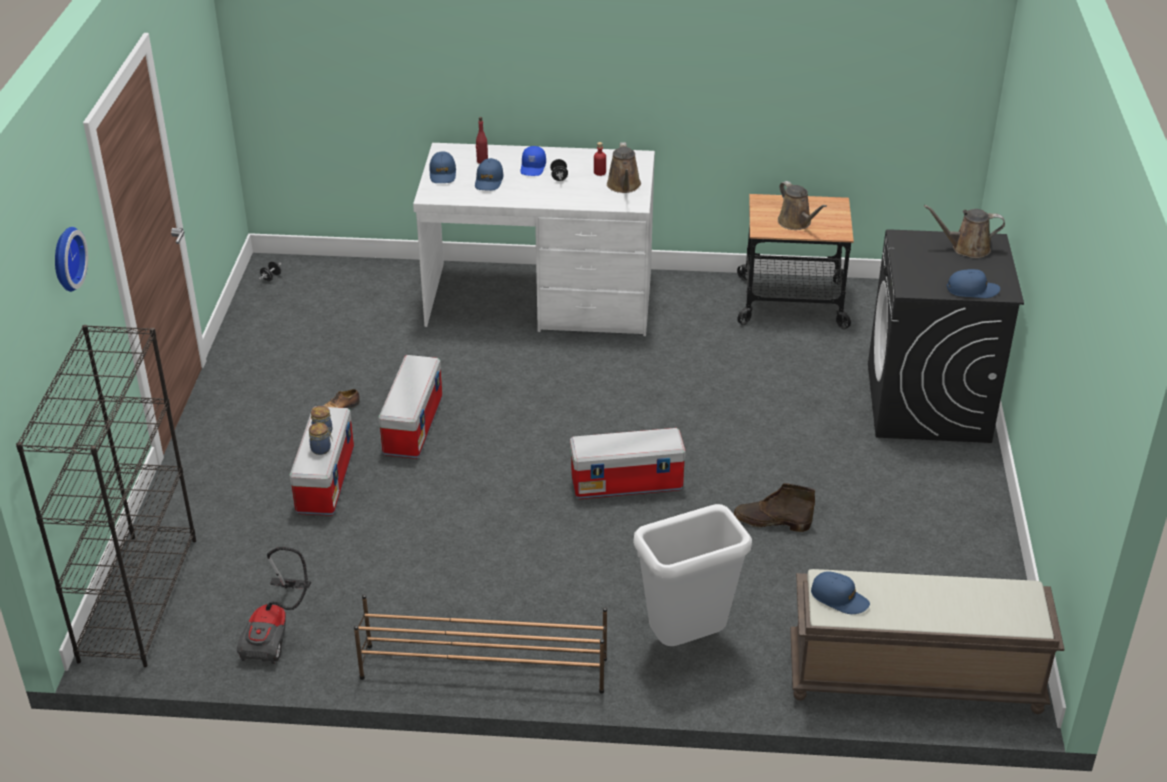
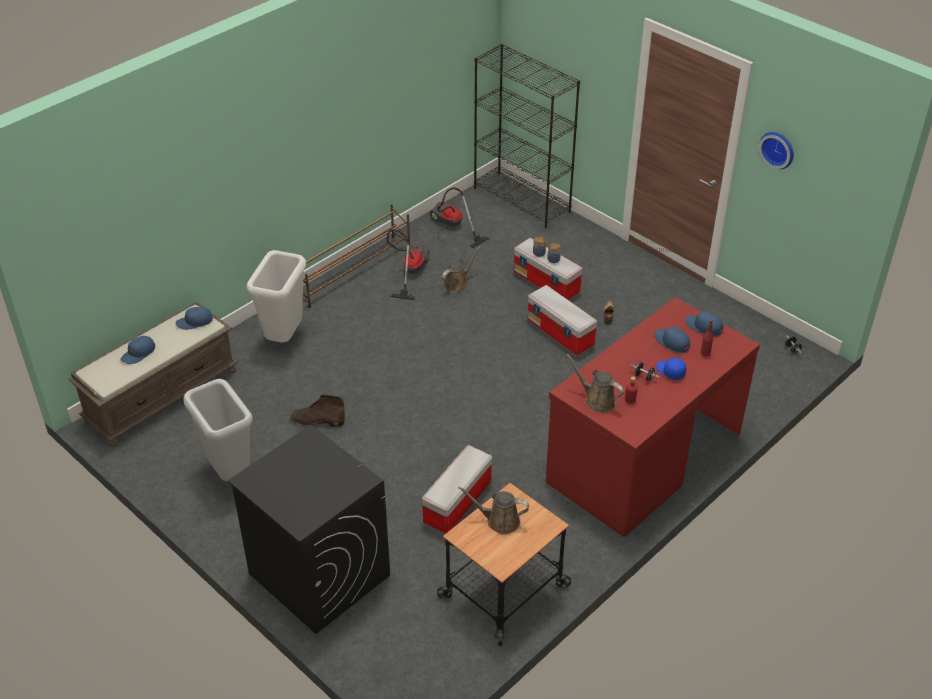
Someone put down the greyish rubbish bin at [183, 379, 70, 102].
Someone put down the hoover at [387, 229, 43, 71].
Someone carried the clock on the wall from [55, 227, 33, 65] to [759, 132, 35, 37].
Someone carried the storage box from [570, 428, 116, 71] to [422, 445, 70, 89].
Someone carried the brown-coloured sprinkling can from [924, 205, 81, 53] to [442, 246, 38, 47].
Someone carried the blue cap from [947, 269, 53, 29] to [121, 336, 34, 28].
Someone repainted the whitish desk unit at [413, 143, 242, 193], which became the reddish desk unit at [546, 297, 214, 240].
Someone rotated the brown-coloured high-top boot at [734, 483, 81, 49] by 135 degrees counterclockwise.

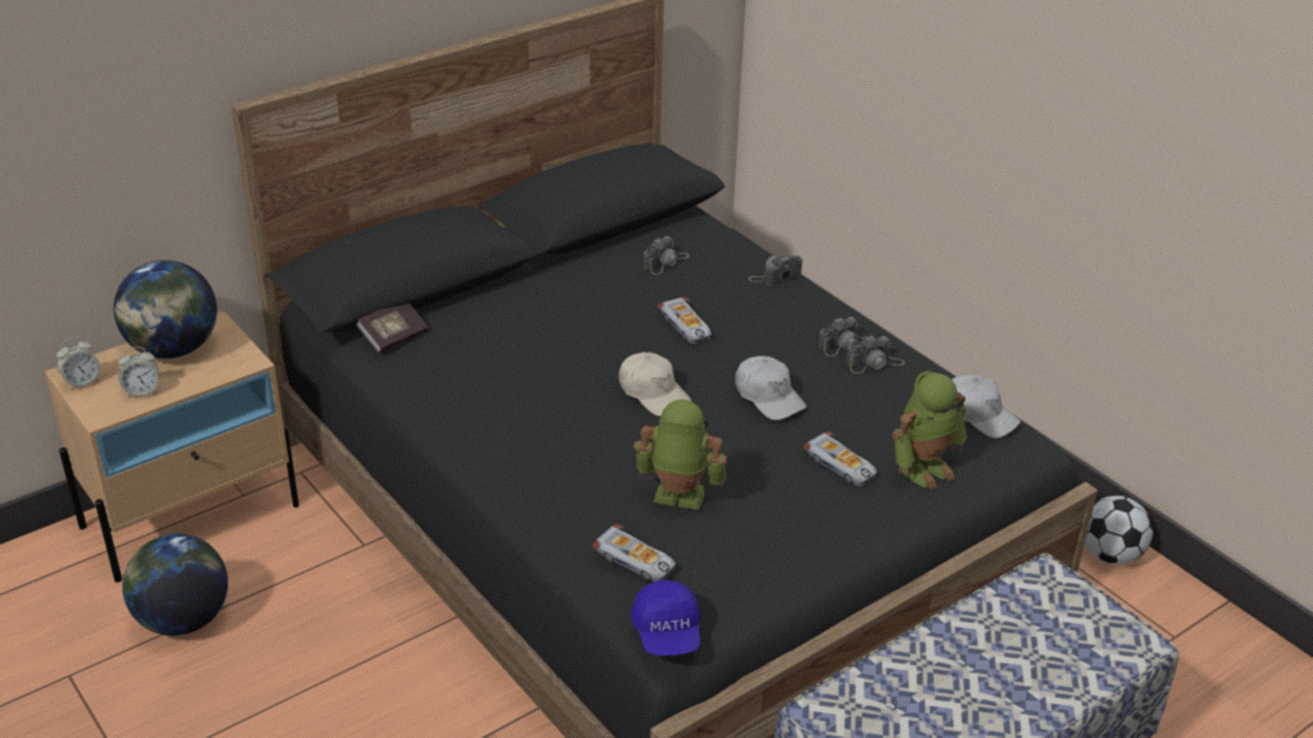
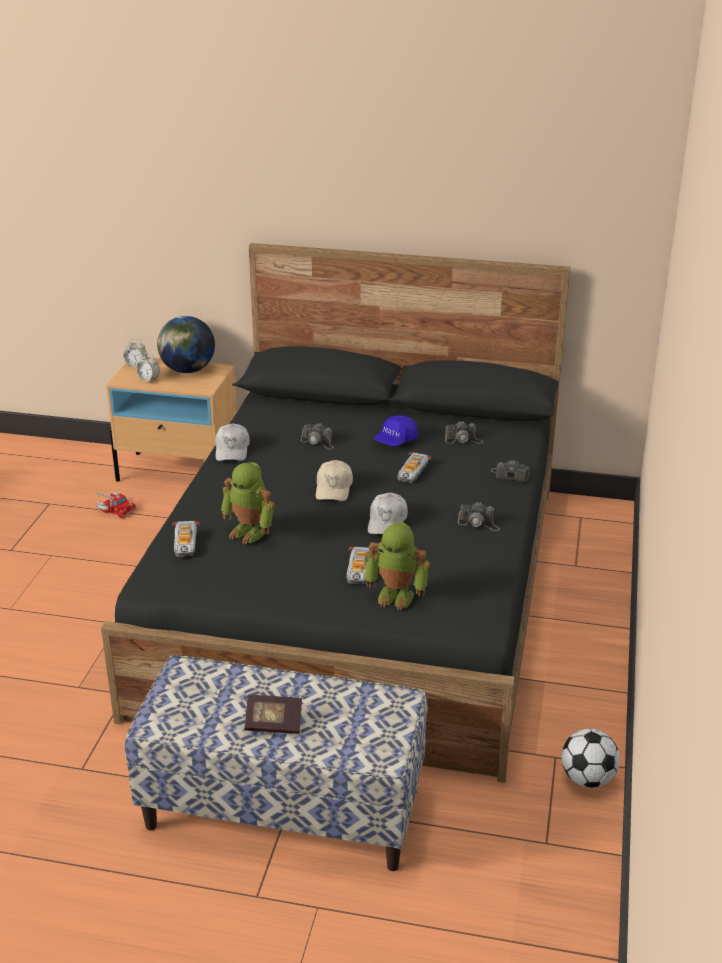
Someone carried the bound book from [356, 303, 72, 50] to [244, 695, 58, 39].
Someone carried the blue cap from [630, 580, 71, 76] to [374, 415, 44, 32].
Someone carried the photo camera from [846, 336, 59, 38] to [300, 423, 34, 26].
Someone carried the whitish cap from [951, 375, 70, 63] to [215, 424, 35, 37].
Someone swapped the world globe at [122, 534, 106, 102] for the toy lorry at [95, 491, 41, 27].
Someone rotated the model robot at [634, 399, 93, 111] by 150 degrees clockwise.

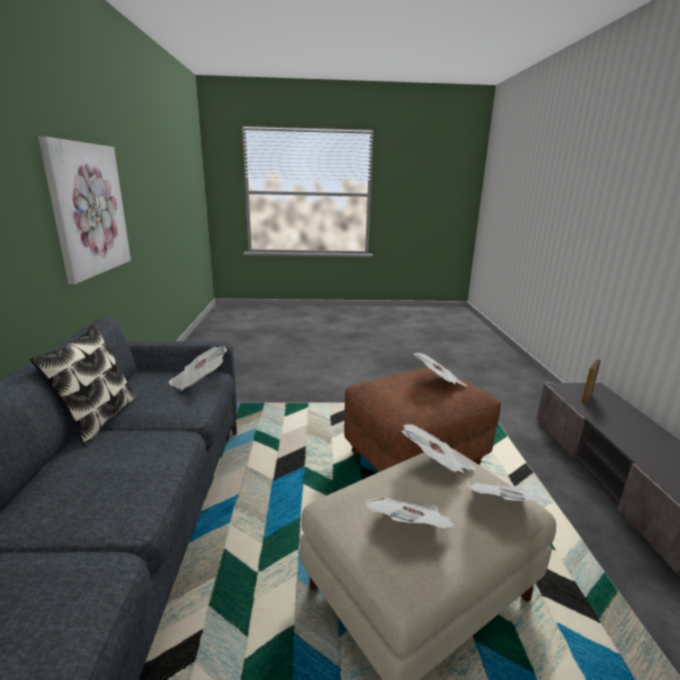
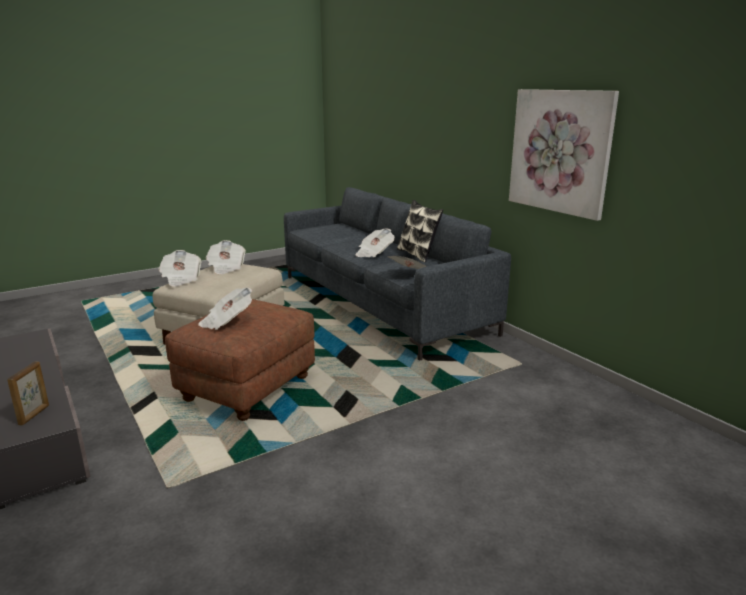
Someone carried the newspaper from [401, 424, 75, 49] to [355, 228, 40, 29].

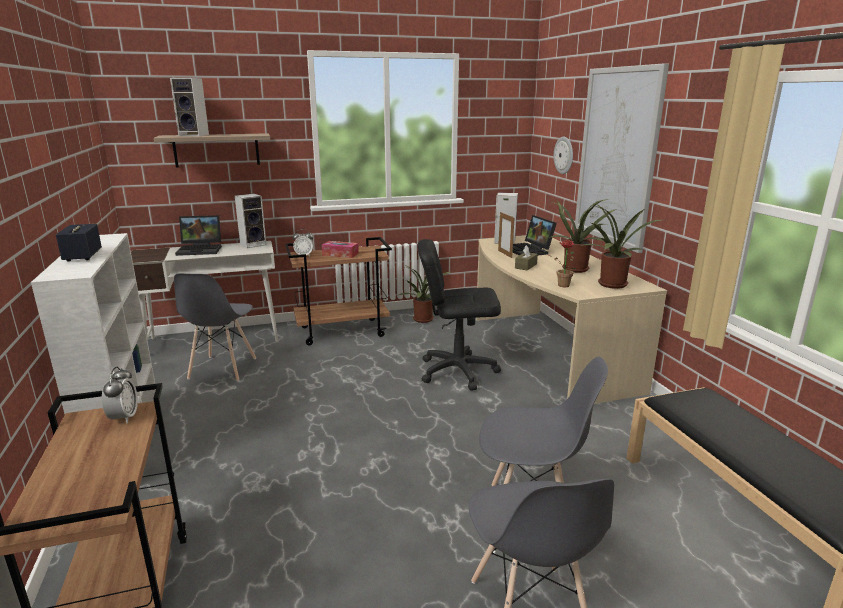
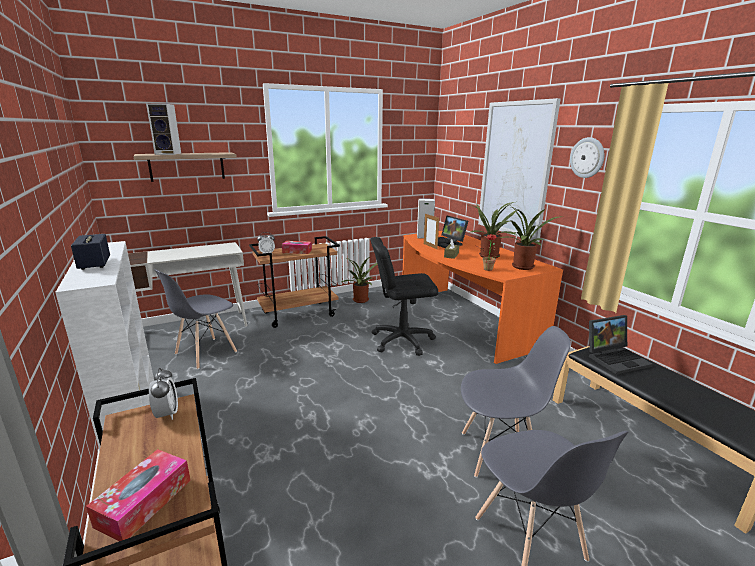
Someone took away the loudspeaker at [235, 194, 32, 54].
Someone put down the tissue box at [86, 449, 105, 92].
Someone carried the notebook computer from [175, 215, 47, 41] to [589, 315, 64, 60].
Someone carried the clock on the wall from [554, 137, 19, 37] to [570, 137, 35, 41].
Someone repainted the beige-coloured desk unit at [476, 236, 191, 168], which became the orange desk unit at [403, 231, 160, 133].
Someone rotated the greyish chair at [174, 273, 82, 108] by 45 degrees clockwise.

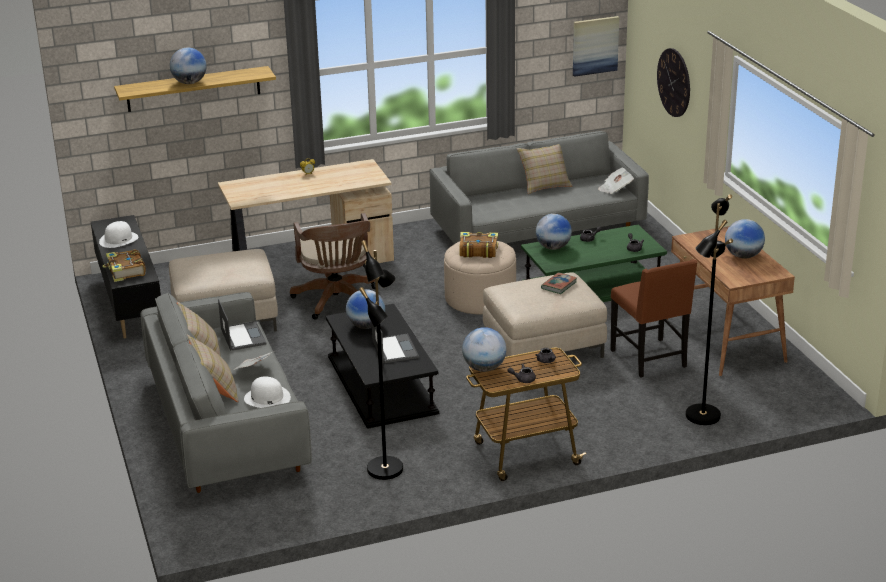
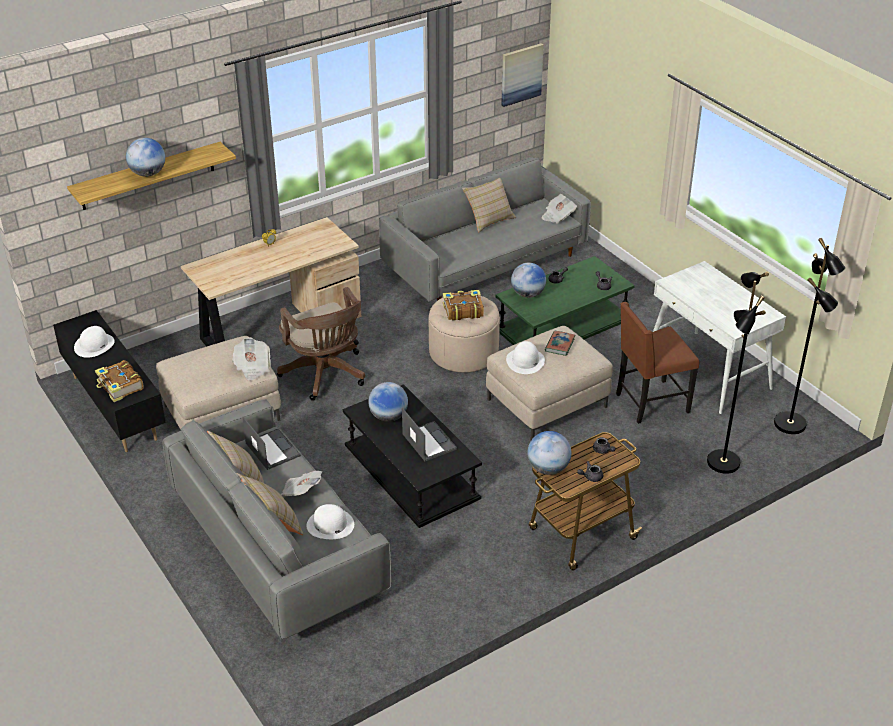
Someone took away the clock on the wall at [657, 48, 33, 69].
Someone took away the world globe at [725, 219, 40, 39].
Someone put down the newspaper at [232, 337, 39, 44].
Someone put down the whitish hat at [506, 341, 39, 33].
Someone carried the black standard lamp from [359, 240, 44, 240] to [774, 238, 71, 196].
Someone repainted the brown-coloured desk unit at [667, 226, 128, 151], which became the whitish desk unit at [653, 261, 133, 153].
Someone rotated the brown-coloured chair at [611, 259, 87, 119] by 105 degrees clockwise.

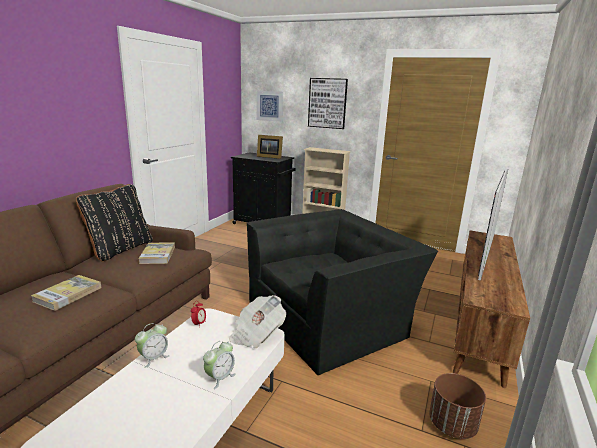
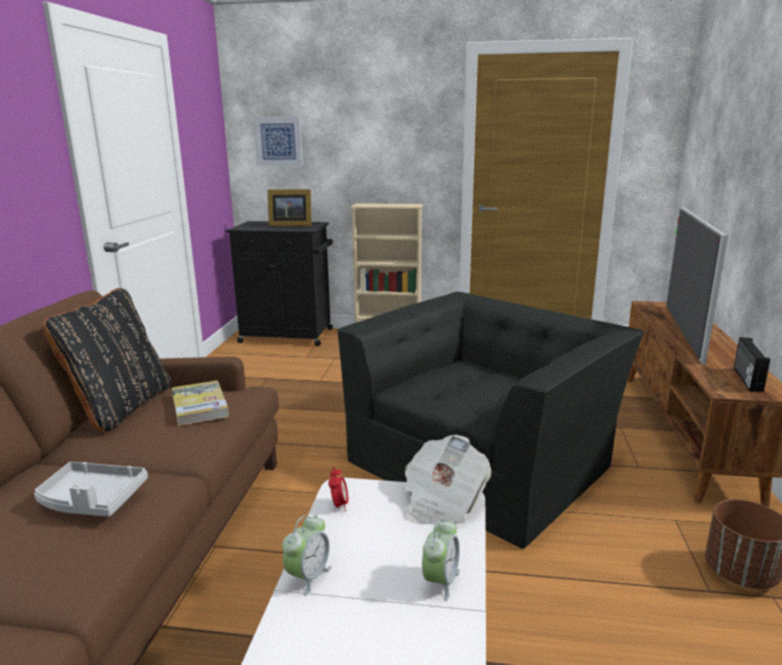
Someone took away the wall picture at [308, 78, 40, 51].
Someone put down the radio set at [734, 337, 36, 55].
Someone swapped the bound book at [31, 275, 70, 36] for the greyish tray at [34, 462, 114, 55].

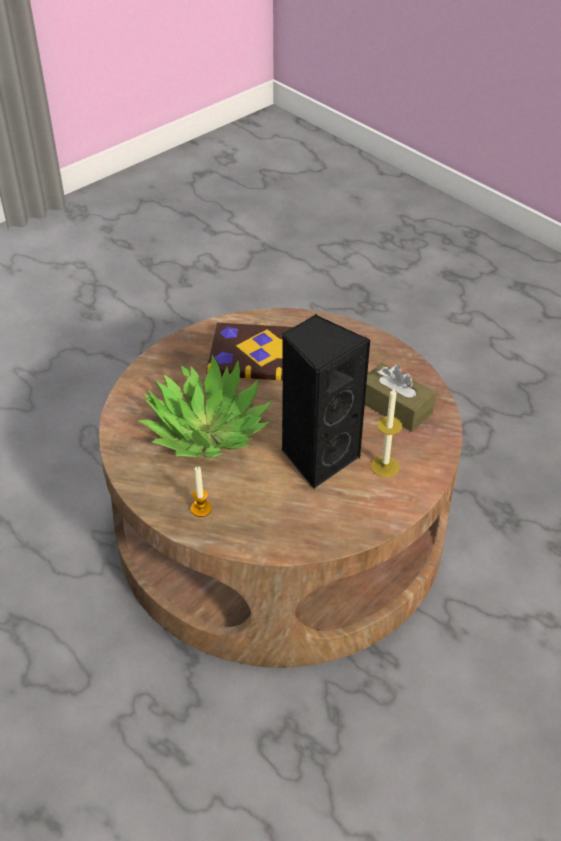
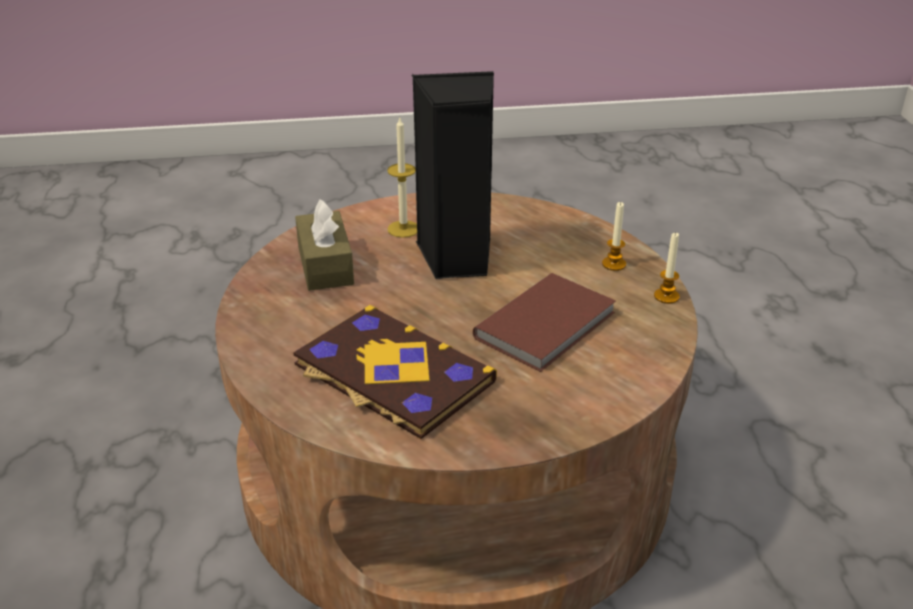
Someone put down the wax light at [654, 232, 26, 72].
Someone swapped the potted plant at [139, 355, 134, 103] for the brown-coloured bound book at [473, 273, 143, 99].

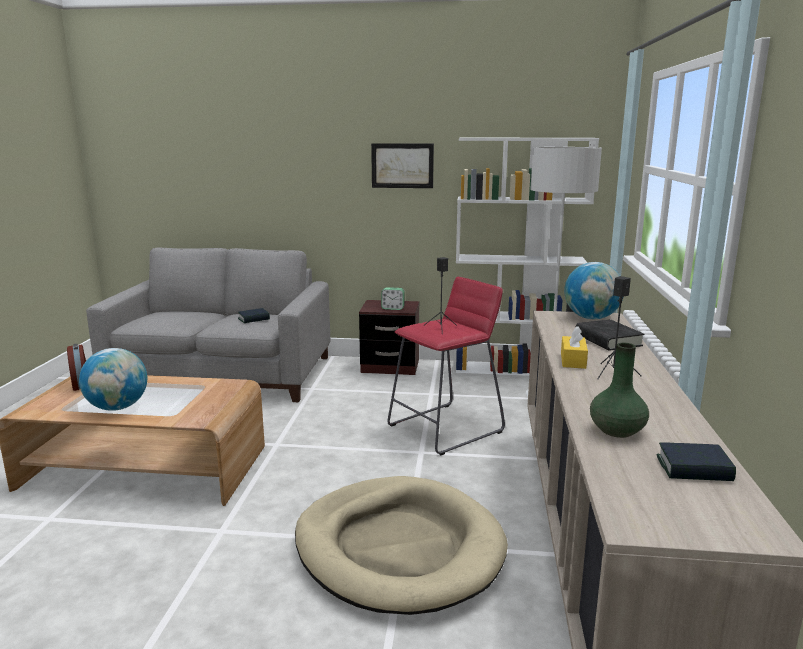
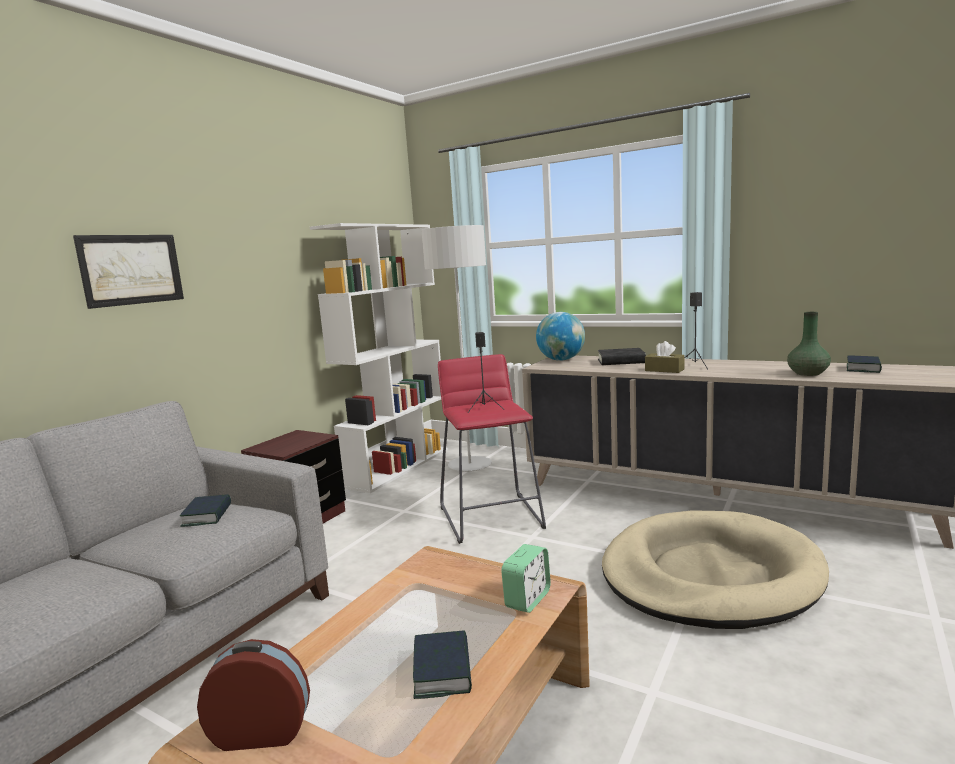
Someone carried the wall picture from [371, 143, 63, 45] to [73, 235, 111, 74].
Someone carried the alarm clock from [381, 287, 24, 23] to [501, 544, 50, 69].
Someone swapped the world globe at [79, 348, 68, 63] for the bound book at [413, 630, 59, 69].
Someone repainted the yellow-coloured tissue box at [561, 326, 27, 43], which became the brown-coloured tissue box at [645, 341, 40, 32].

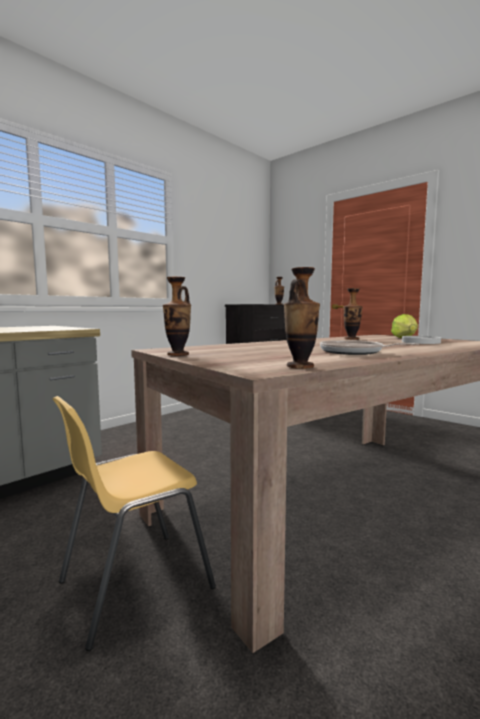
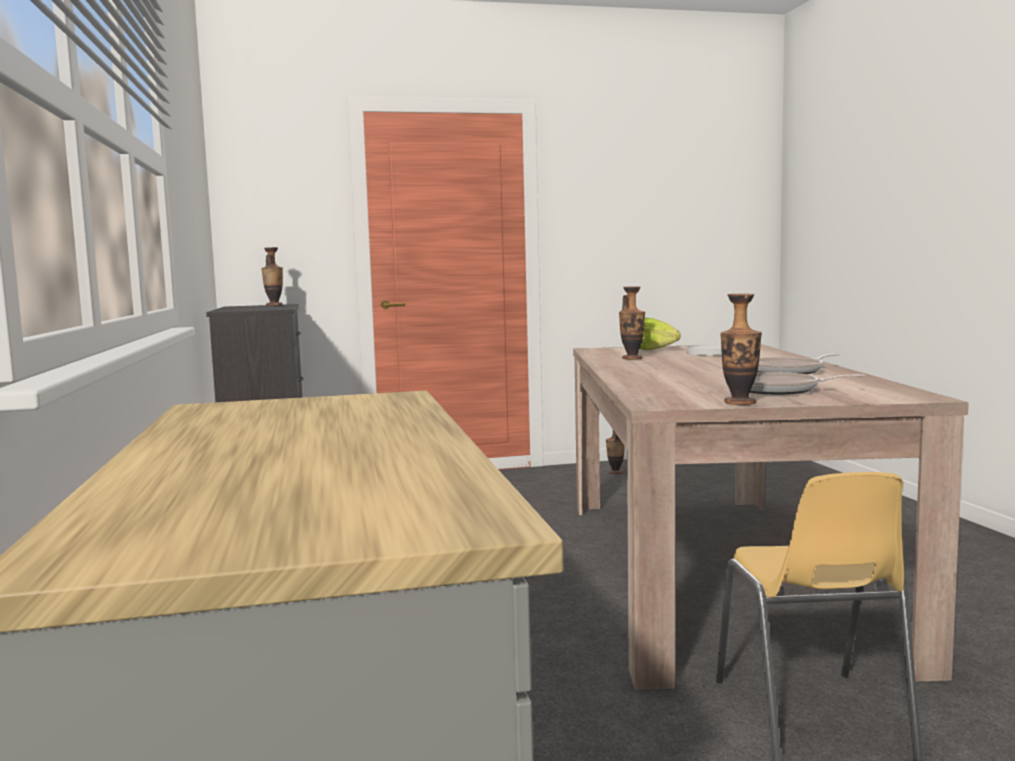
Someone put down the pan at [750, 372, 115, 23].
Someone carried the decorative vase from [284, 267, 36, 102] to [606, 430, 18, 44].

